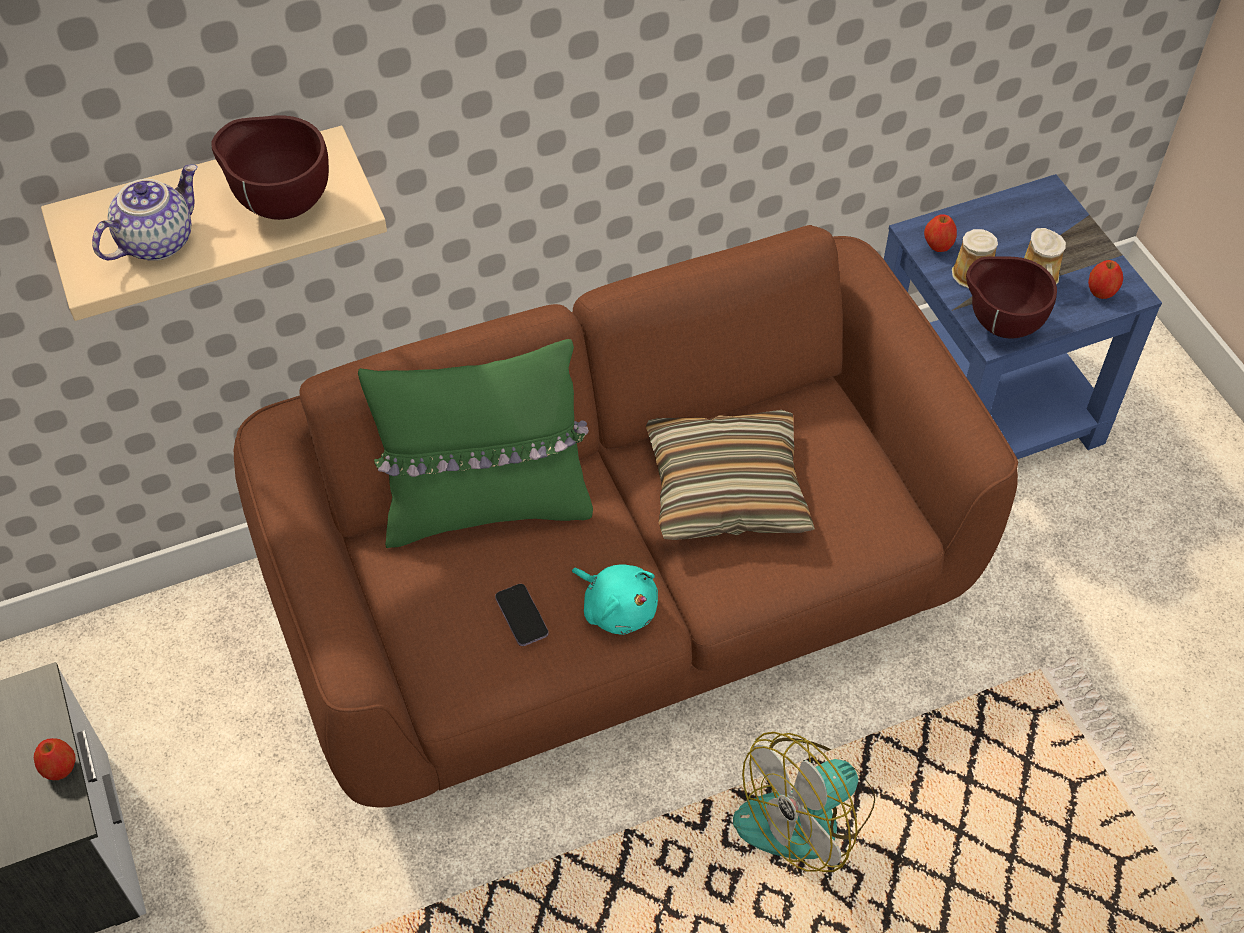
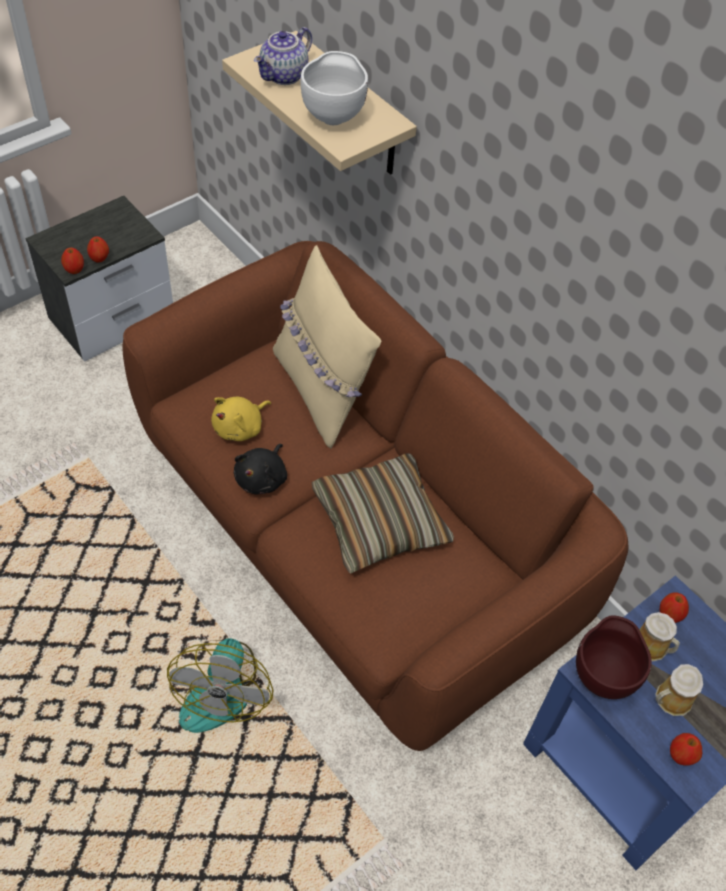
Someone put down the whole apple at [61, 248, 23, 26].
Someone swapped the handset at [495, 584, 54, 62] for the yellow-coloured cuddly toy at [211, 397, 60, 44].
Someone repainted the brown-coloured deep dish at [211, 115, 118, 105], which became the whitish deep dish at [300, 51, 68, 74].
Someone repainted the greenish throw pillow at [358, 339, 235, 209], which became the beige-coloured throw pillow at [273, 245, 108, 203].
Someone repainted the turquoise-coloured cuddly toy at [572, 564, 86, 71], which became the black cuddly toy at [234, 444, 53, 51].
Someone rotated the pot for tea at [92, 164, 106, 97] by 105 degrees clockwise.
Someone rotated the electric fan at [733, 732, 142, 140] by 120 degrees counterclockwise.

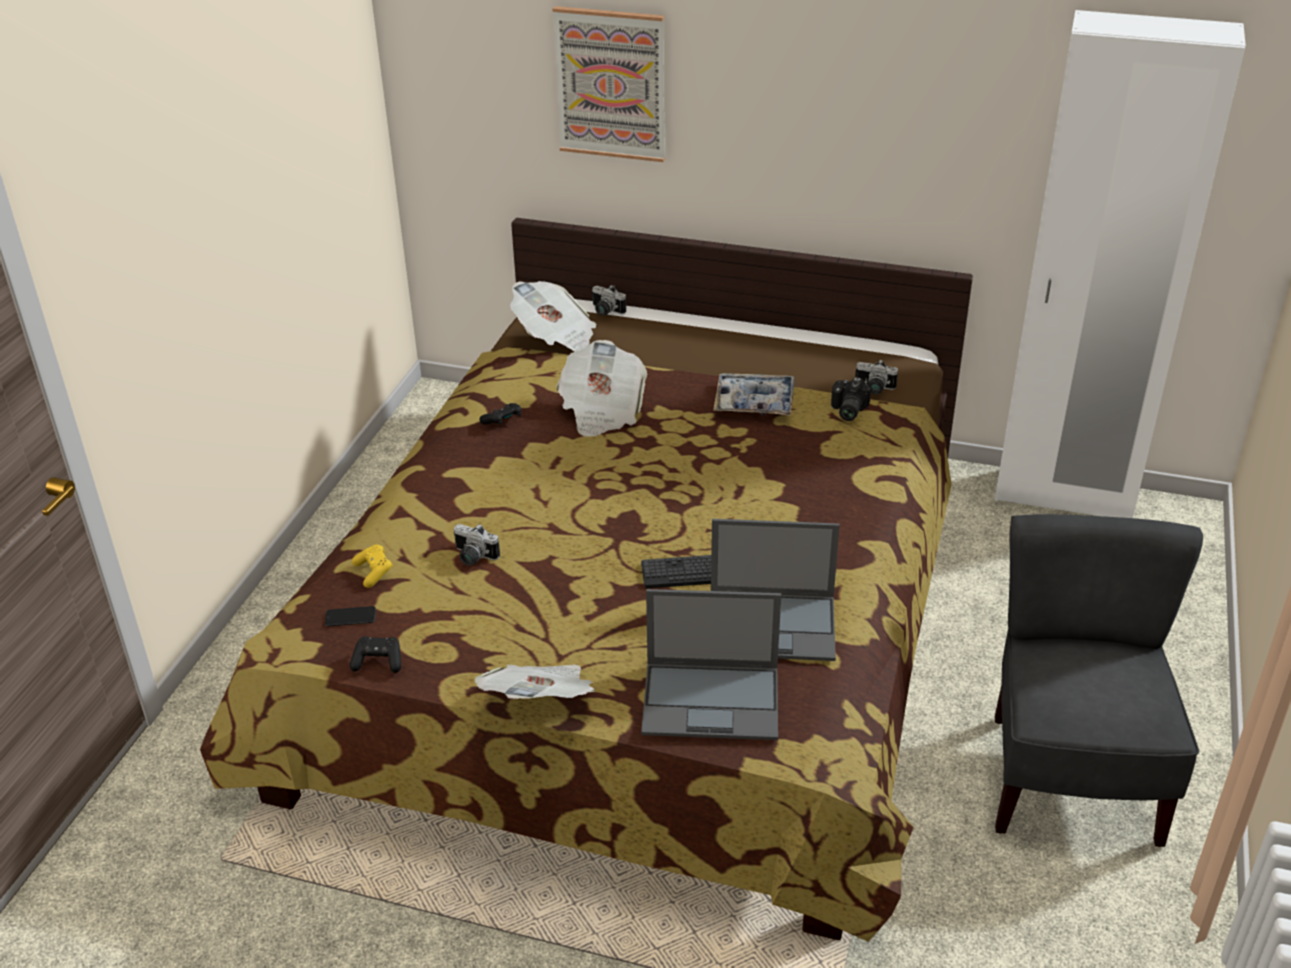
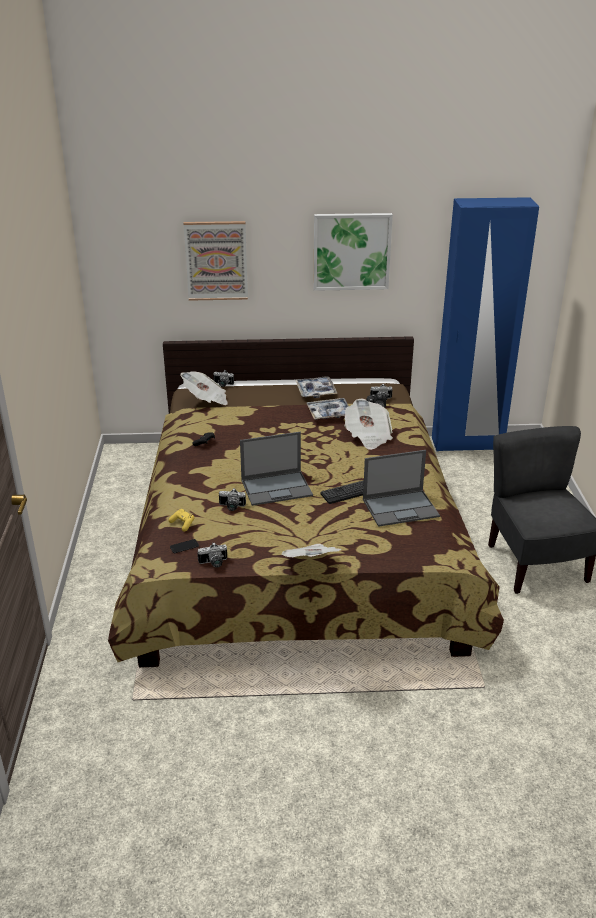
Someone put down the tray at [295, 376, 43, 22].
Someone put up the wall picture at [313, 213, 80, 78].
Someone carried the newspaper from [557, 340, 91, 97] to [345, 399, 48, 51].
Someone carried the notebook computer from [641, 589, 140, 151] to [240, 432, 73, 74].
Someone swapped the black gamepad at [350, 636, 51, 37] for the photo camera at [197, 542, 30, 26].
Someone repainted the whitish clothes cupboard at [995, 10, 251, 508], which became the blue clothes cupboard at [432, 197, 107, 254].

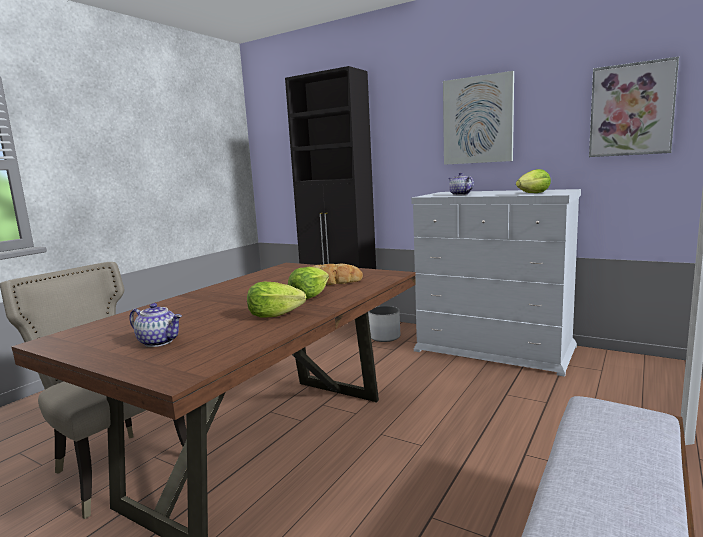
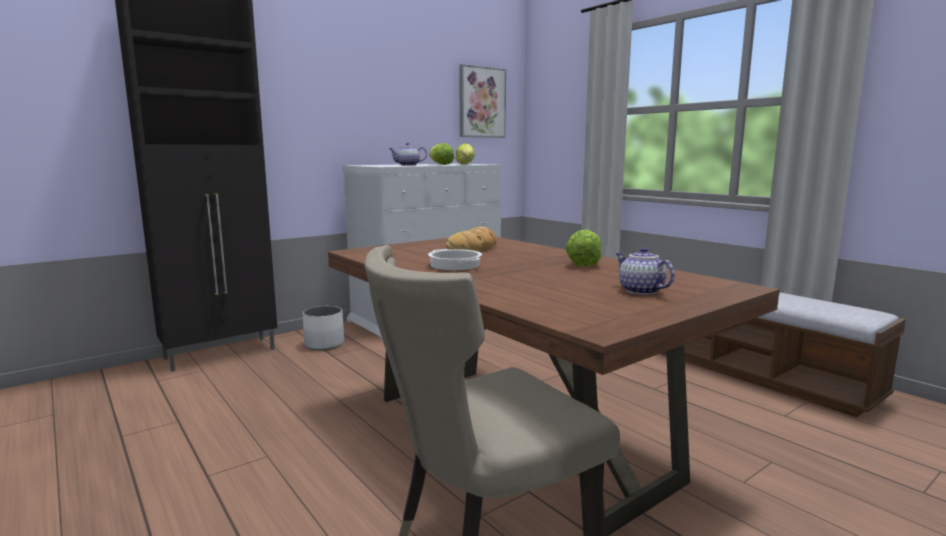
Someone took away the wall picture at [443, 71, 71, 94].
Someone put down the saucepot at [428, 249, 54, 21].
Someone carried the lettuce head from [288, 267, 41, 32] to [429, 143, 25, 22].
Someone rotated the pot for tea at [130, 303, 52, 44] by 75 degrees counterclockwise.

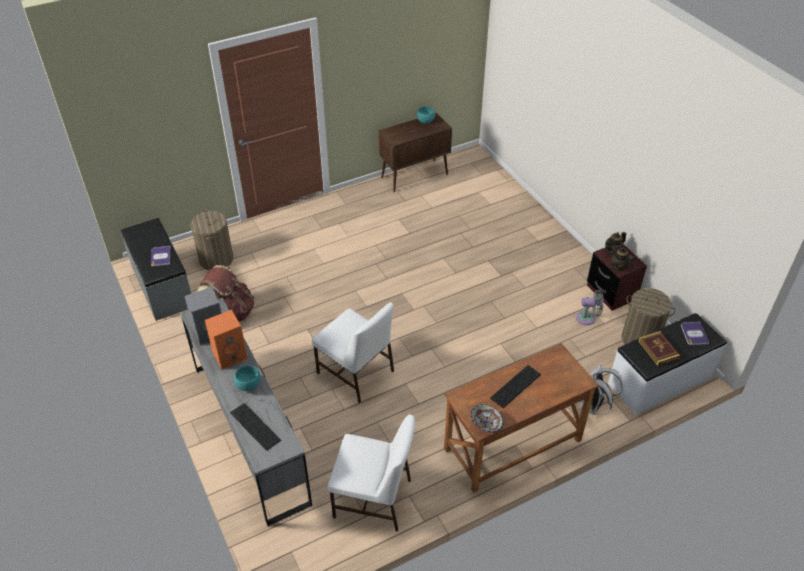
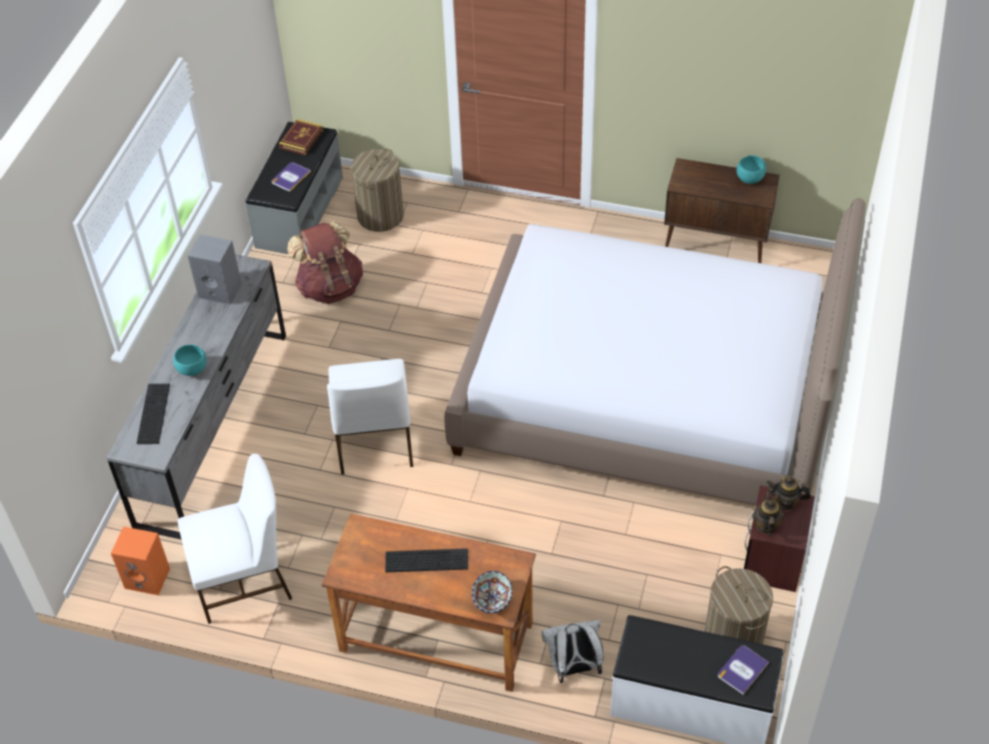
Someone took away the greyish electric fan at [576, 290, 28, 35].
Someone put down the bed at [444, 198, 422, 308].
Someone carried the orange loudspeaker from [205, 310, 43, 60] to [111, 526, 59, 69].
Someone carried the deep dish from [471, 404, 33, 28] to [472, 571, 40, 43].
Someone carried the bound book from [638, 331, 42, 35] to [279, 119, 44, 36].
Someone rotated the whitish chair at [328, 414, 87, 118] by 75 degrees counterclockwise.

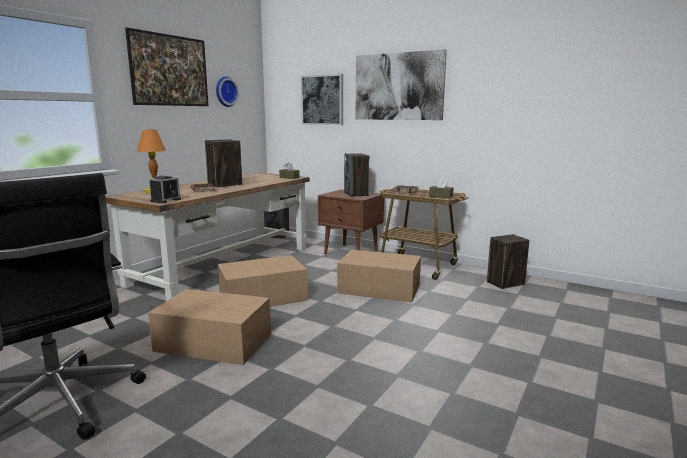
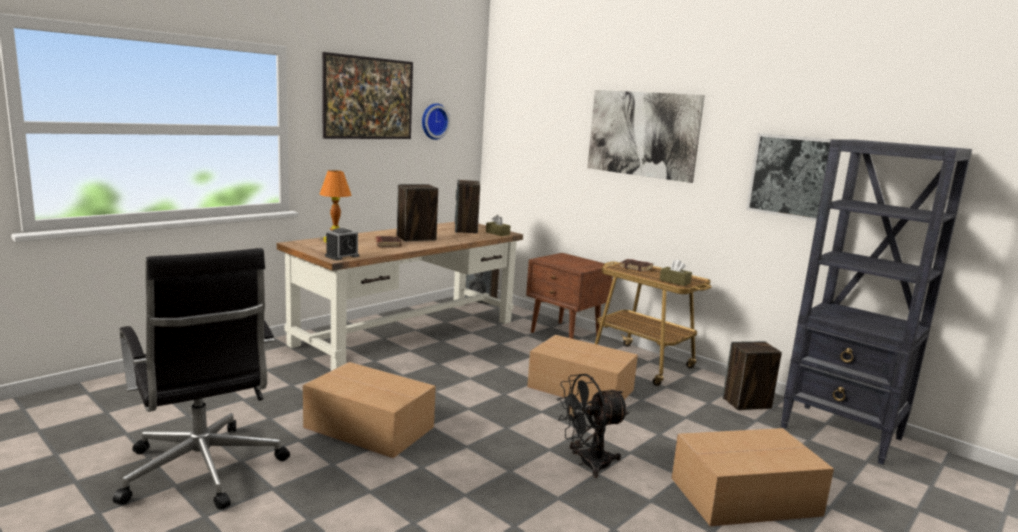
Someone put down the black electric fan at [557, 374, 72, 104].
Someone put down the black bookcase at [781, 139, 191, 326].
Someone carried the carton from [218, 255, 90, 52] to [671, 428, 163, 98].
Someone carried the wall picture from [301, 74, 42, 51] to [746, 133, 85, 88].
Someone carried the loudspeaker from [344, 153, 25, 44] to [455, 179, 25, 55].

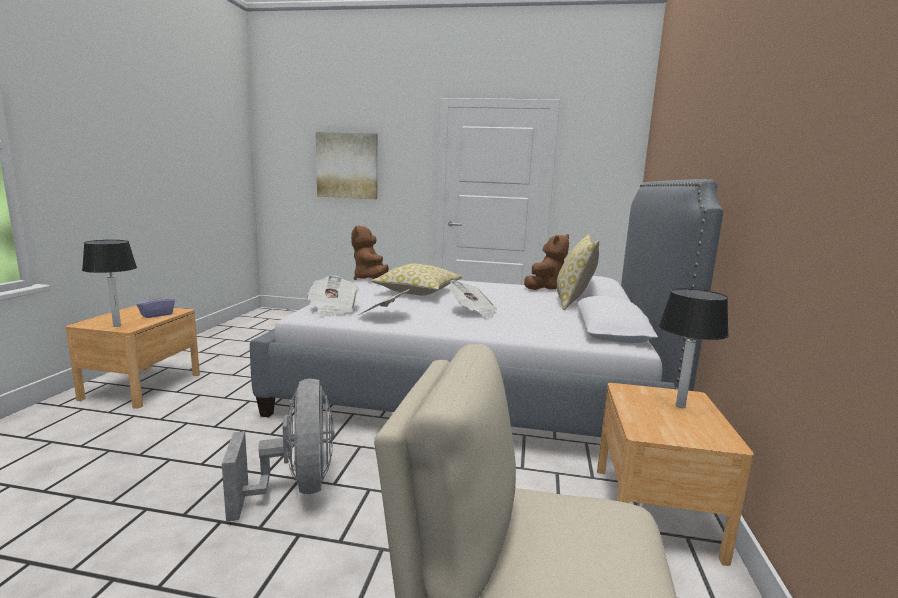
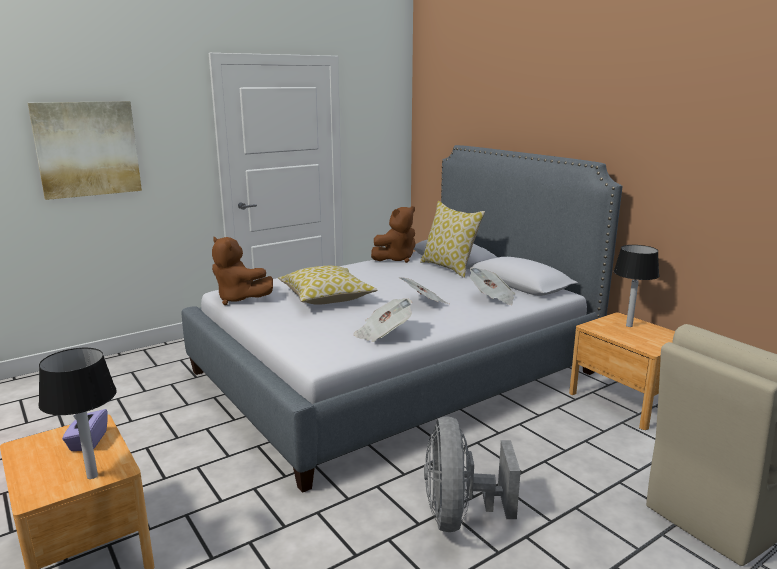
Someone carried the newspaper from [307, 275, 52, 42] to [469, 267, 46, 38].
Someone rotated the greyish electric fan at [222, 379, 112, 143] by 120 degrees counterclockwise.
Someone rotated the brown-coloured cuddly toy at [524, 234, 45, 56] by 60 degrees clockwise.

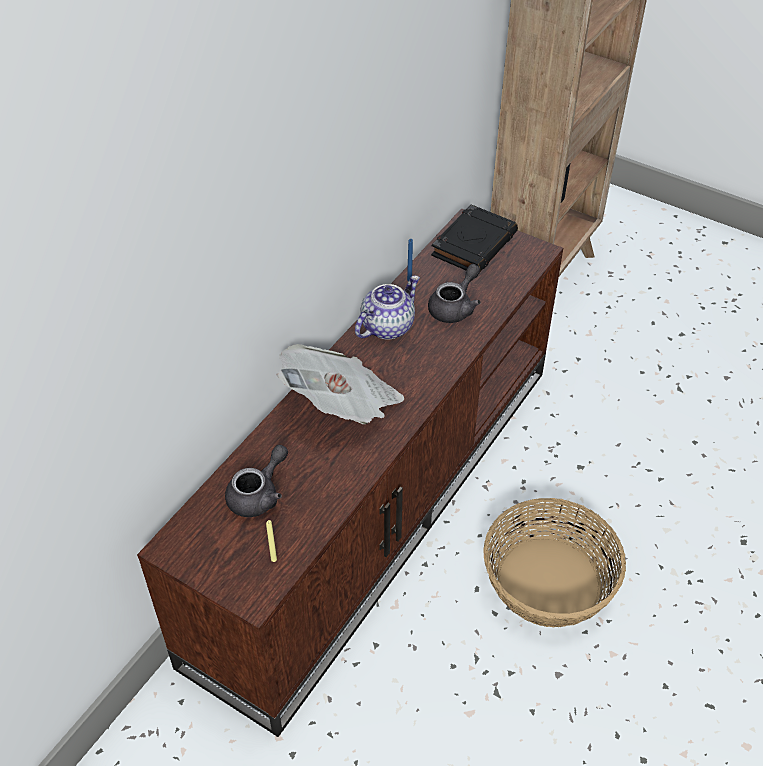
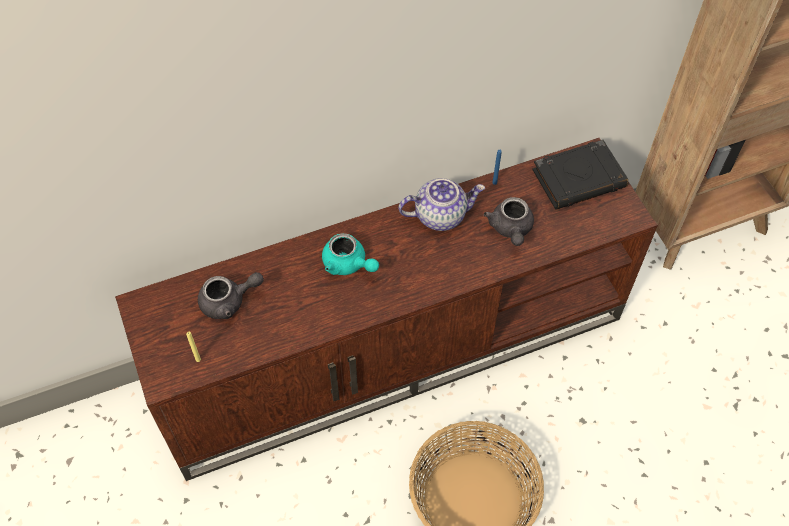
Someone swapped the newspaper at [277, 344, 127, 80] for the turquoise-coloured pot for tea at [322, 233, 57, 42].
Someone rotated the greyish pot for tea at [428, 264, 53, 59] by 105 degrees clockwise.

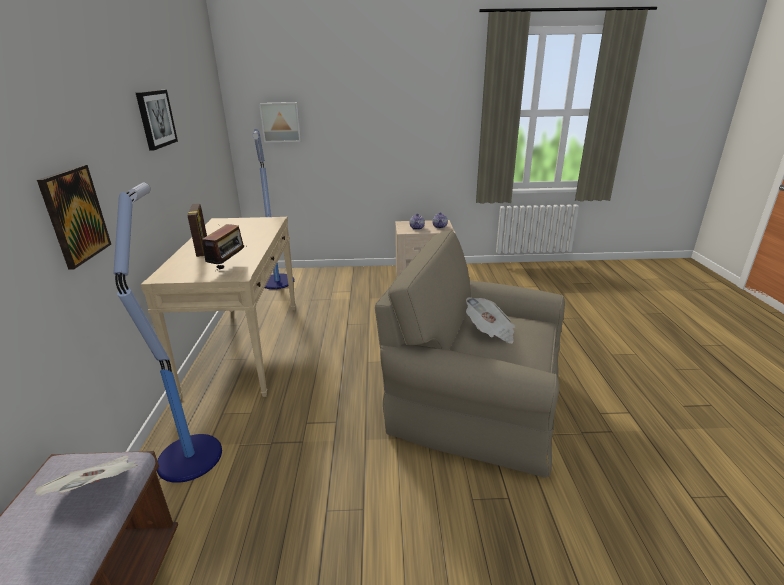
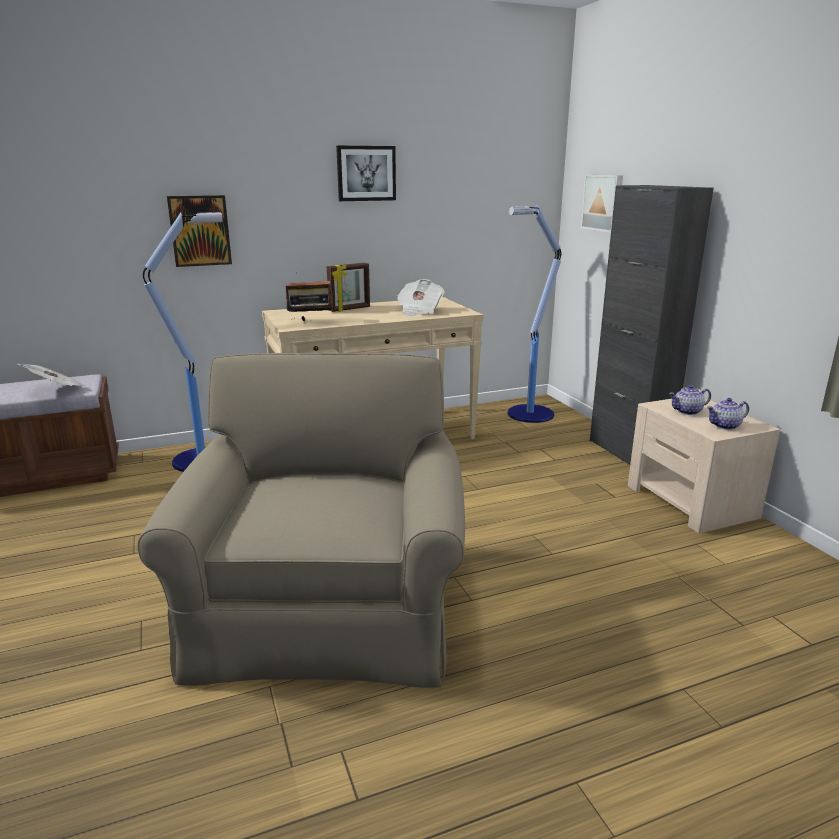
Someone put down the black cupboard at [590, 185, 124, 280].
Someone carried the newspaper from [466, 297, 49, 47] to [397, 279, 48, 37].

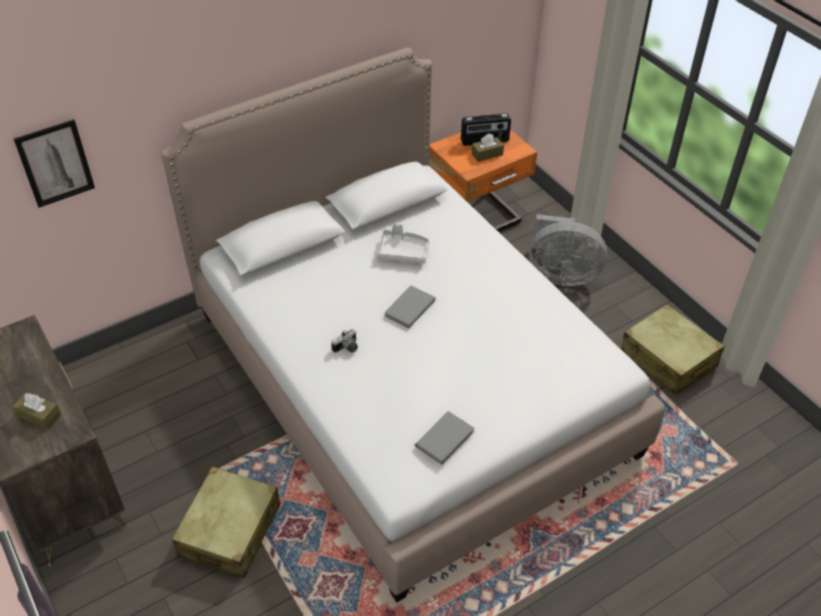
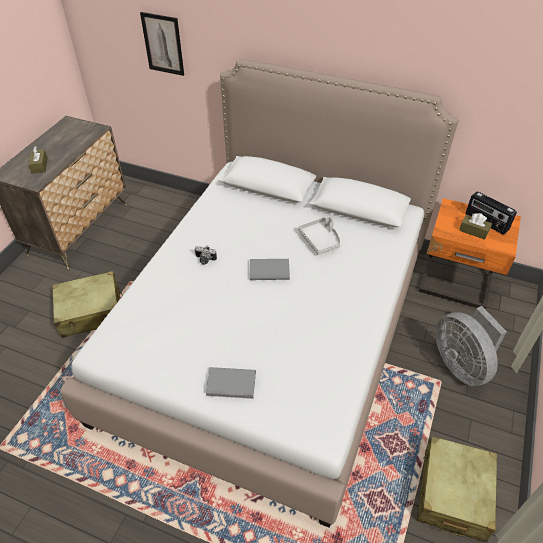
Someone carried the greyish bound book from [415, 411, 59, 54] to [205, 367, 51, 32].

